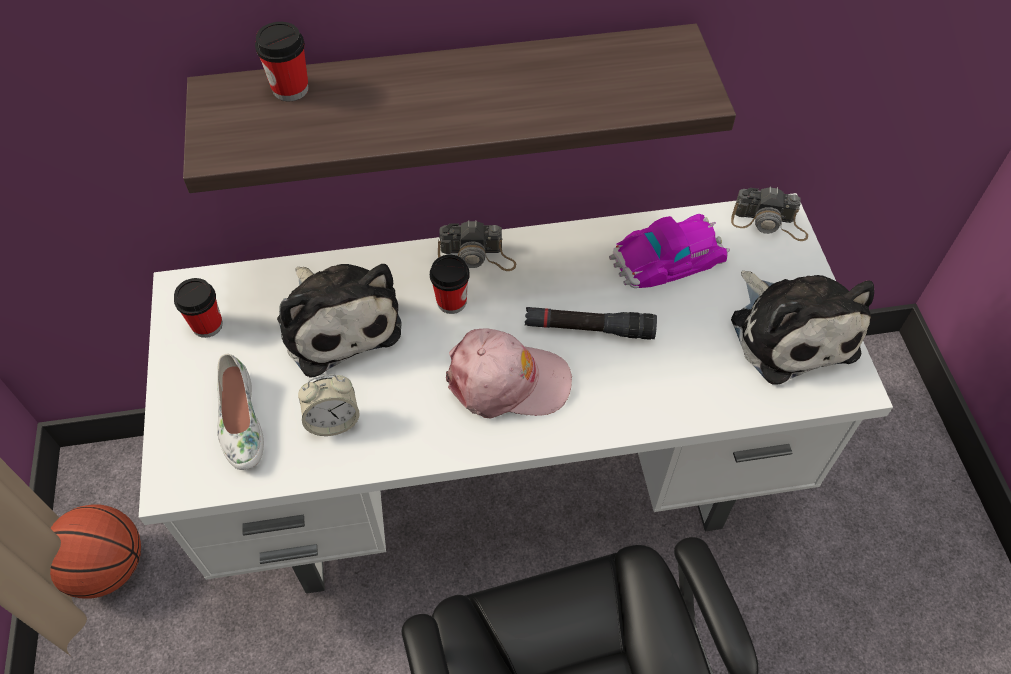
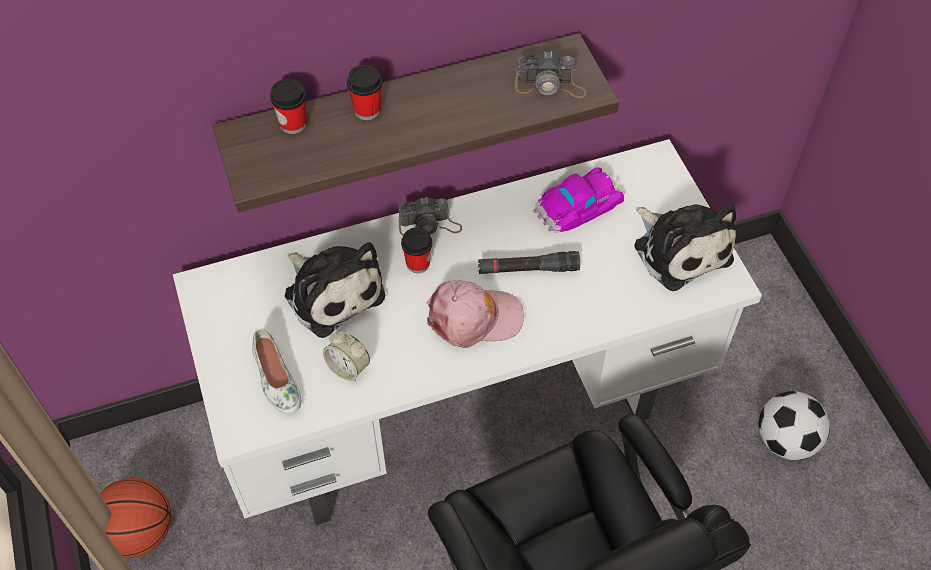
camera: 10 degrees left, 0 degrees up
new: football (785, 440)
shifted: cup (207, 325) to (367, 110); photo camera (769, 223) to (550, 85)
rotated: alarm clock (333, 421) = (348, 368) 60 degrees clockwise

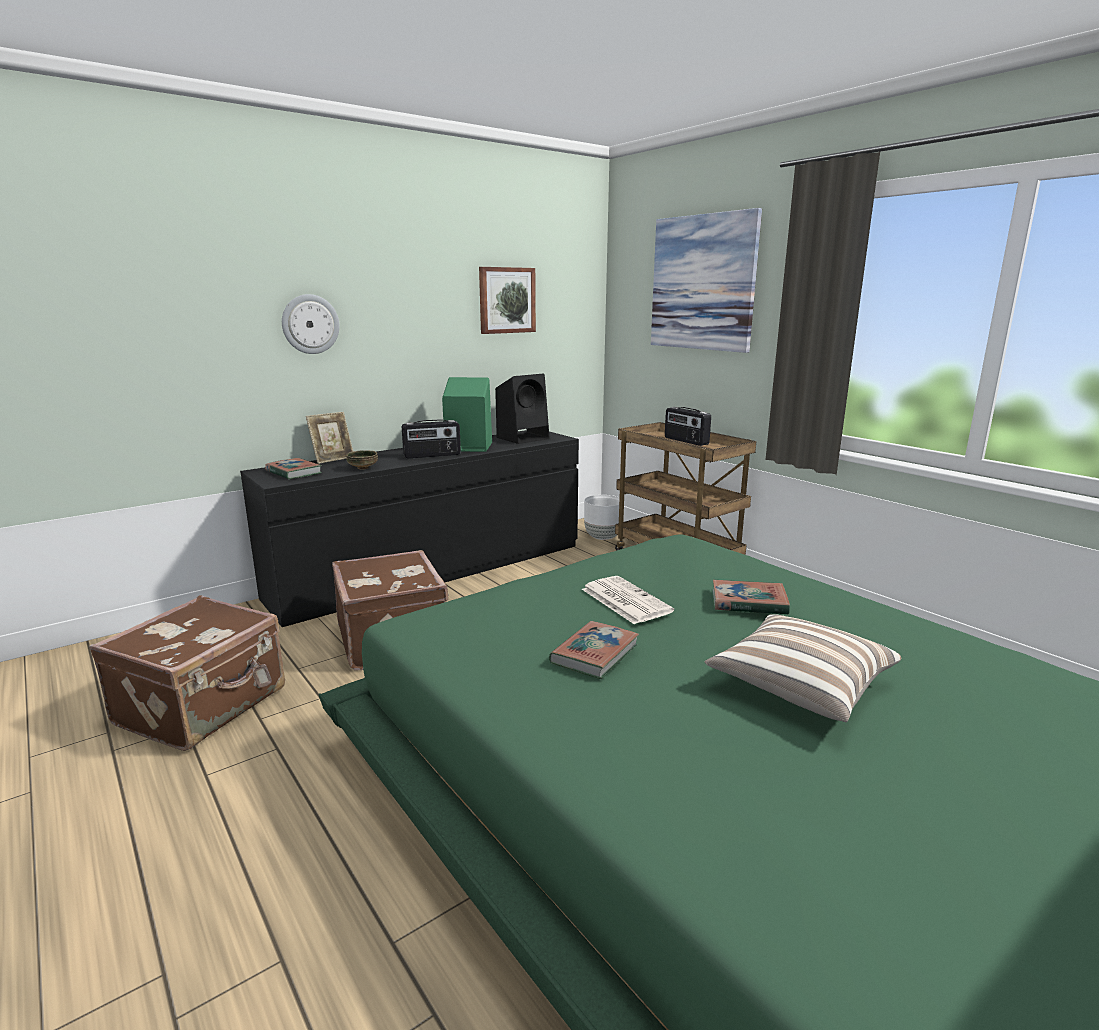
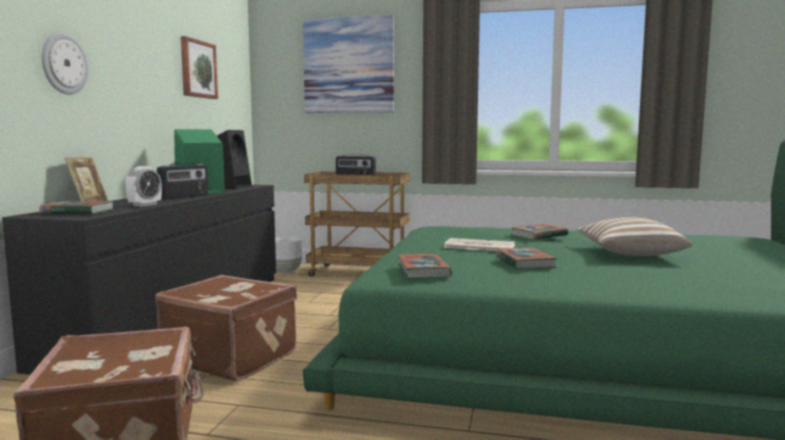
camera: 40 degrees left, 10 degrees down
new: book (423, 271)
swapped: bowl (363, 468) to alarm clock (145, 205)

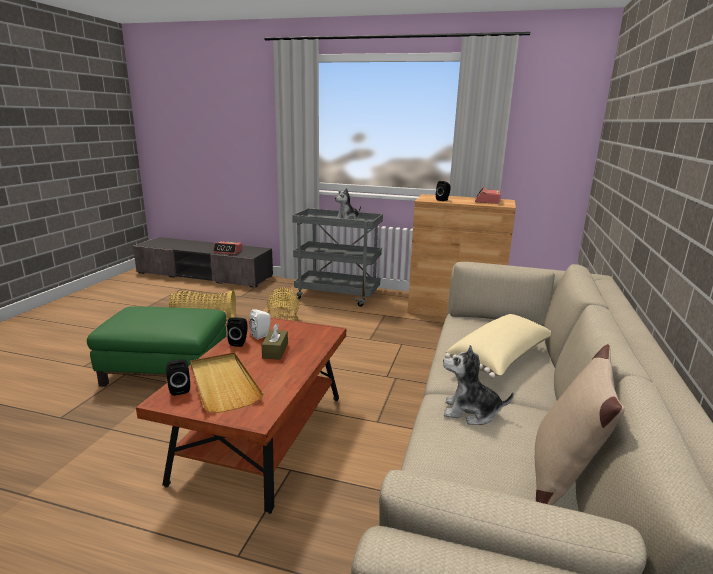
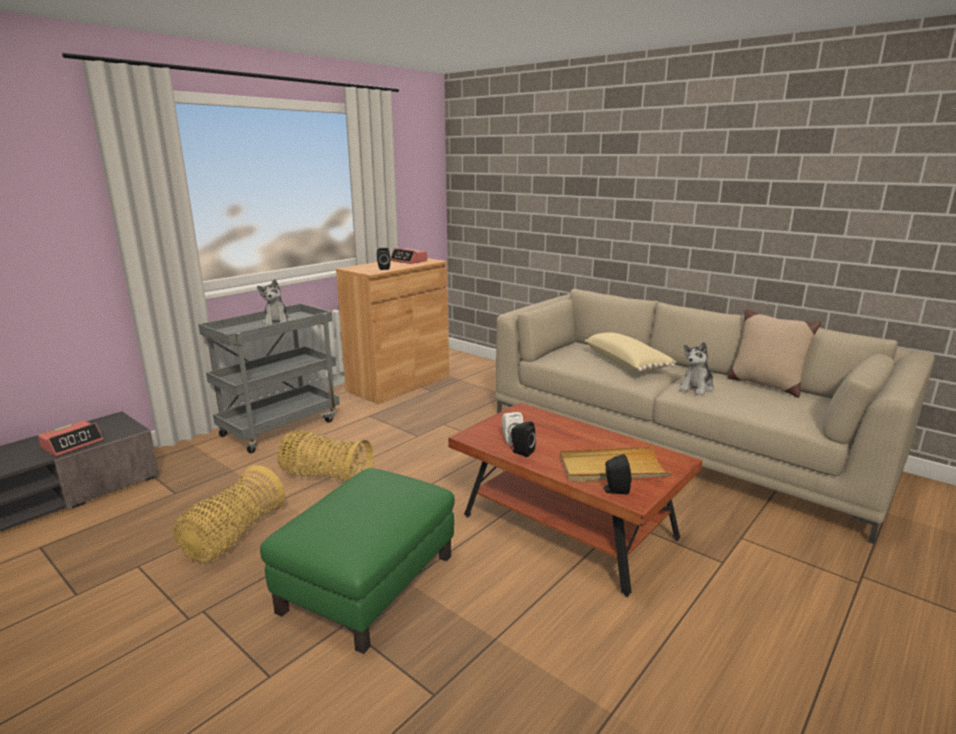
camera: 65 degrees left, 0 degrees up
gone: brown tissue box (275, 351)

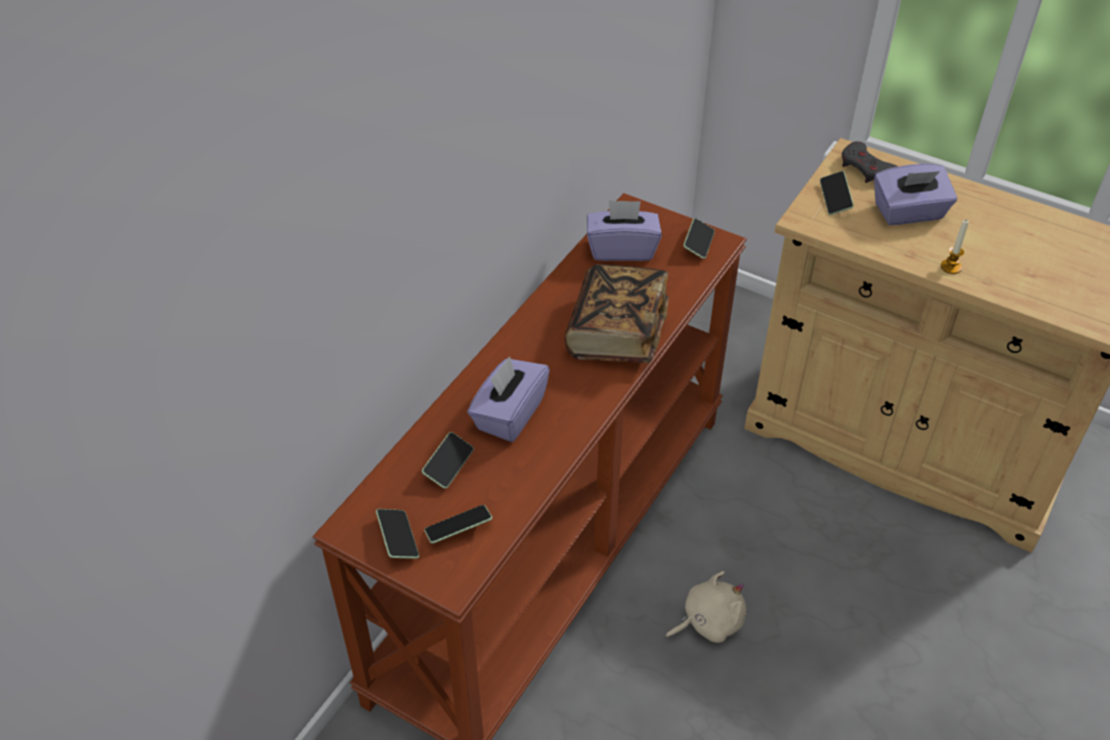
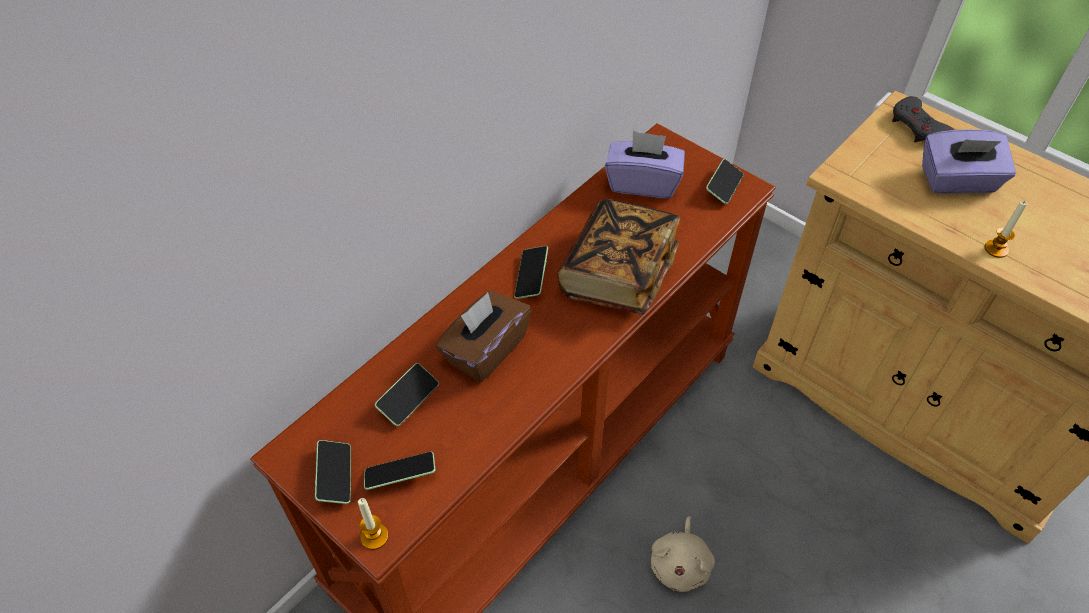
camera: 10 degrees right, 5 degrees up
new: candle (374, 536)
shifted: phone (835, 199) to (531, 278)
repainted: purple tissue box (509, 414) to brown tissue box (485, 350)
rotated: beige plush toy (708, 622) = (680, 564) 120 degrees clockwise

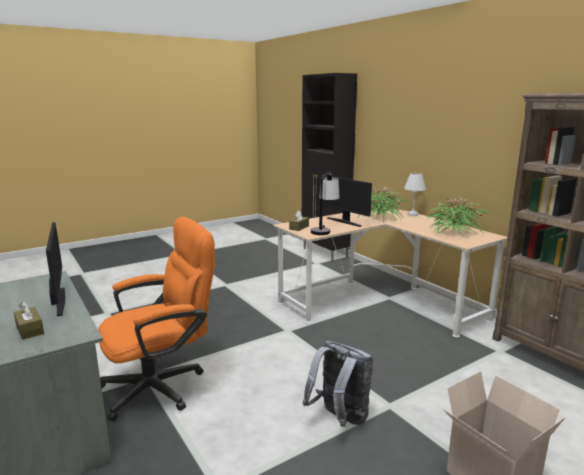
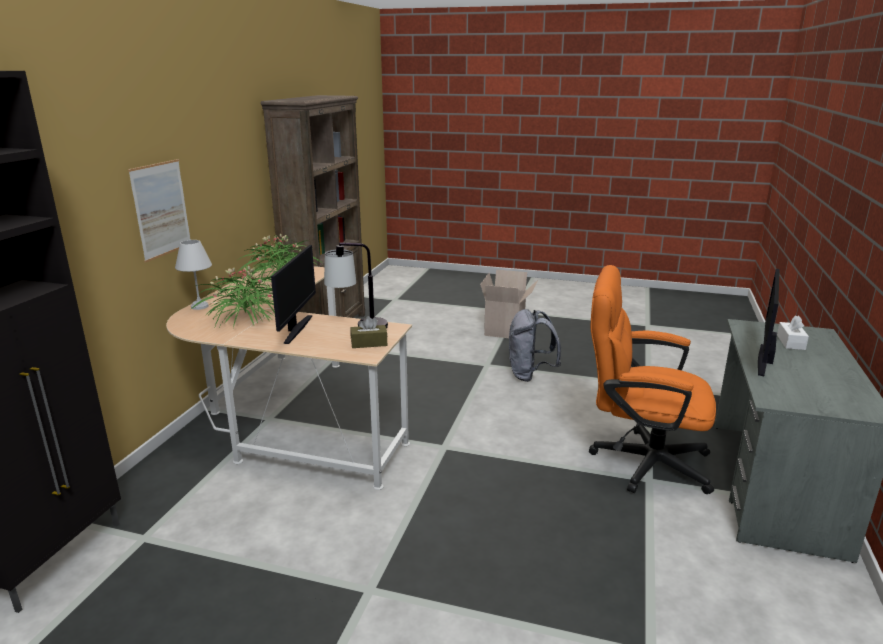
camera: 130 degrees left, 5 degrees up
new: picture (161, 209)
repainted: brown tissue box (30, 329) to white tissue box (790, 342)

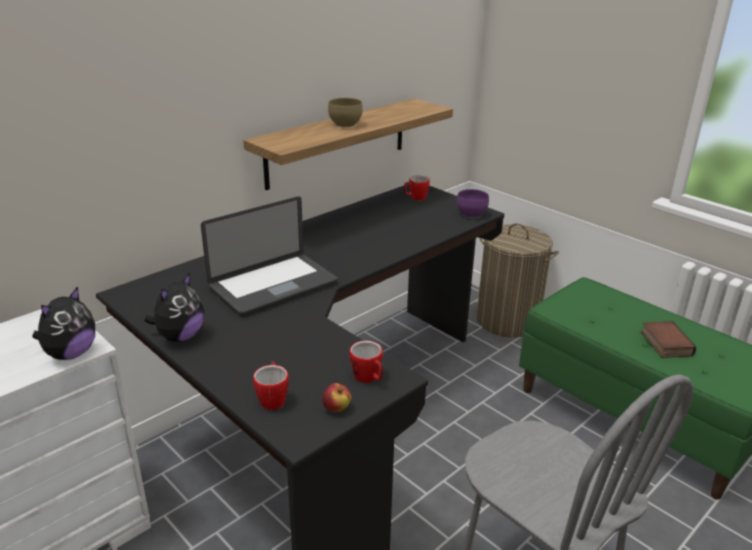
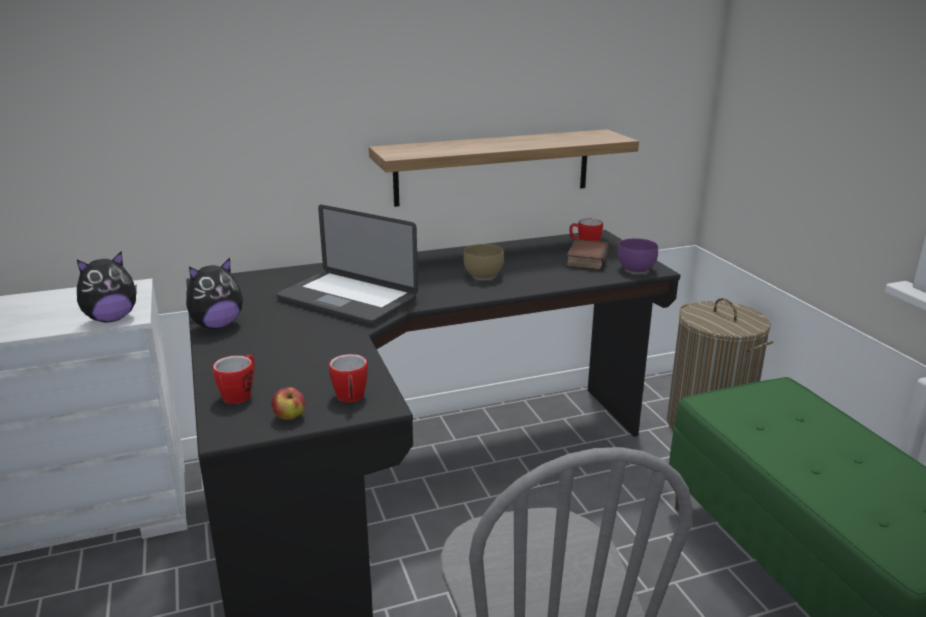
camera: 25 degrees right, 5 degrees down
shifted: brown bowl (346, 125) to (483, 276); book (664, 343) to (586, 260)
rotated: laptop (274, 286) = (347, 300) 45 degrees clockwise

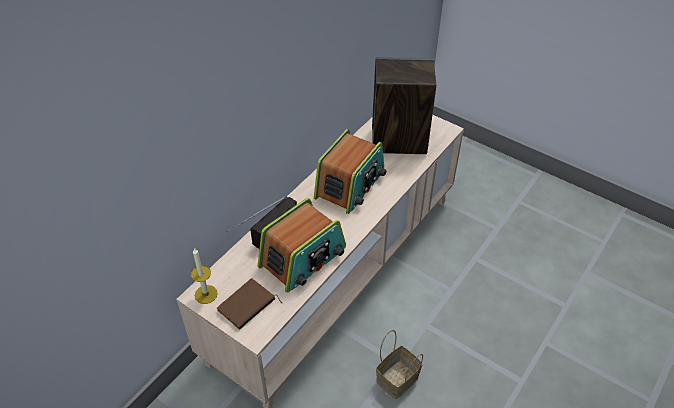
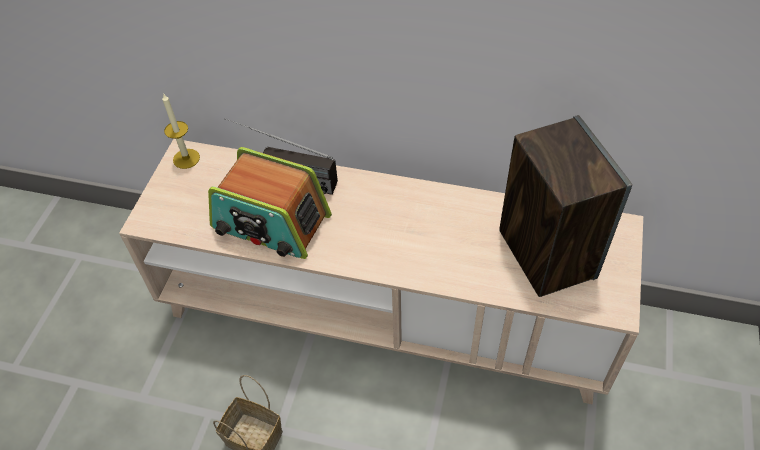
camera: 70 degrees right, 5 degrees up
gone: brown book (247, 306); radio (350, 184)

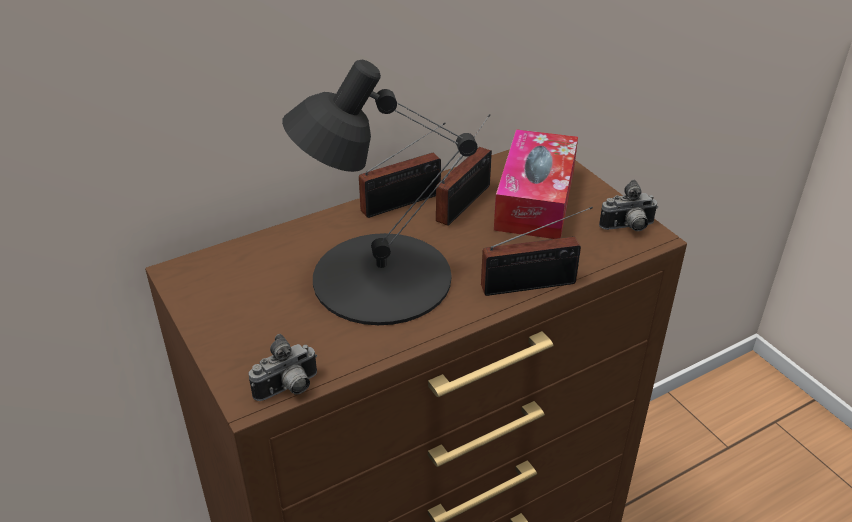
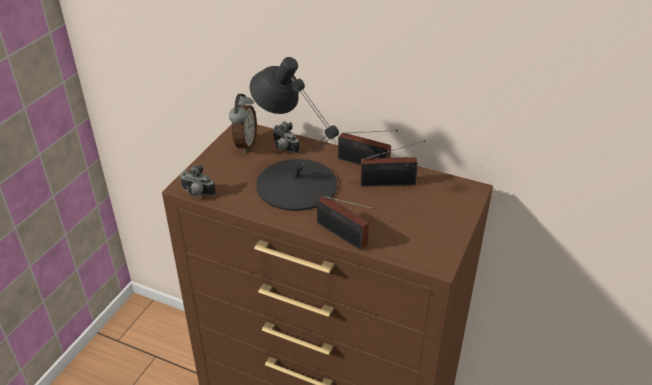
camera: 55 degrees right, 0 degrees up
gone: tissue box (535, 199)
new: alarm clock (245, 145)
shifted: photo camera (628, 228) to (283, 148)

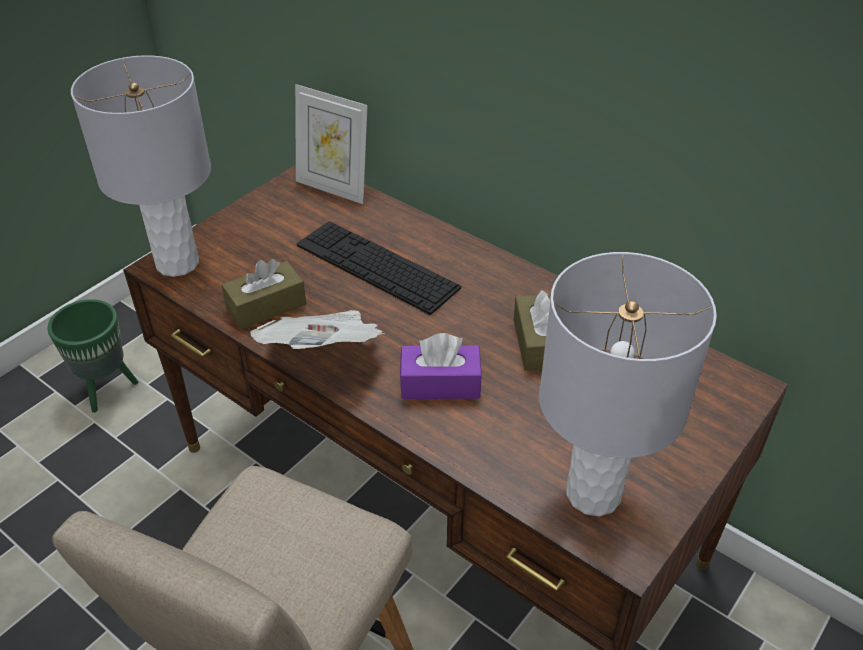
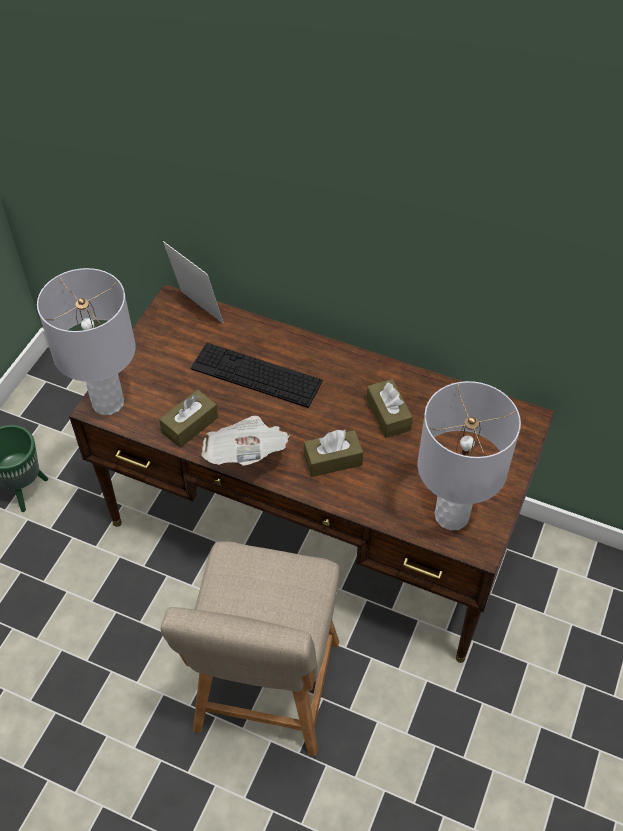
camera: 15 degrees left, 10 degrees up
repainted: purple tissue box (440, 384) to brown tissue box (333, 460)
rotated: picture frame (333, 188) = (197, 310) 150 degrees counterclockwise

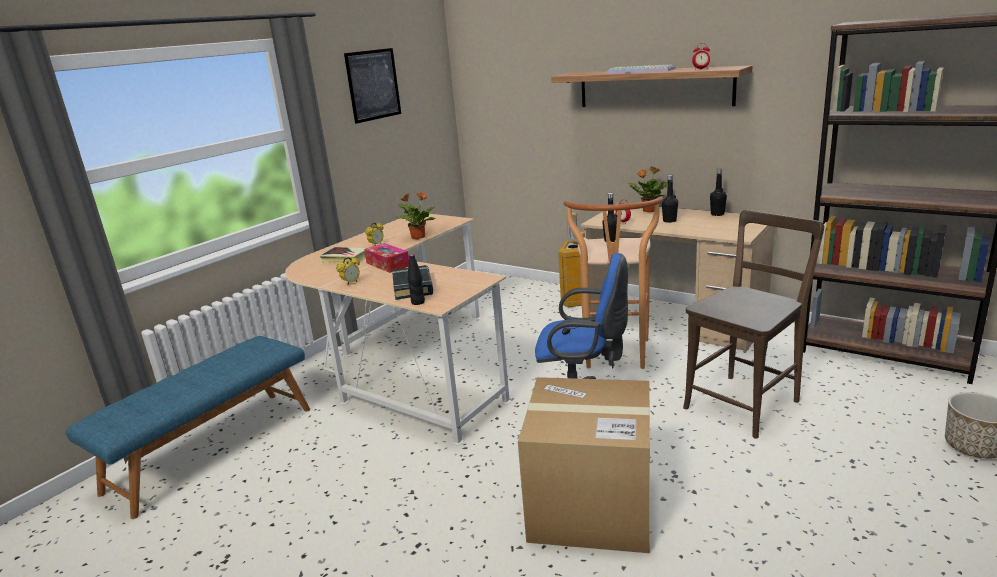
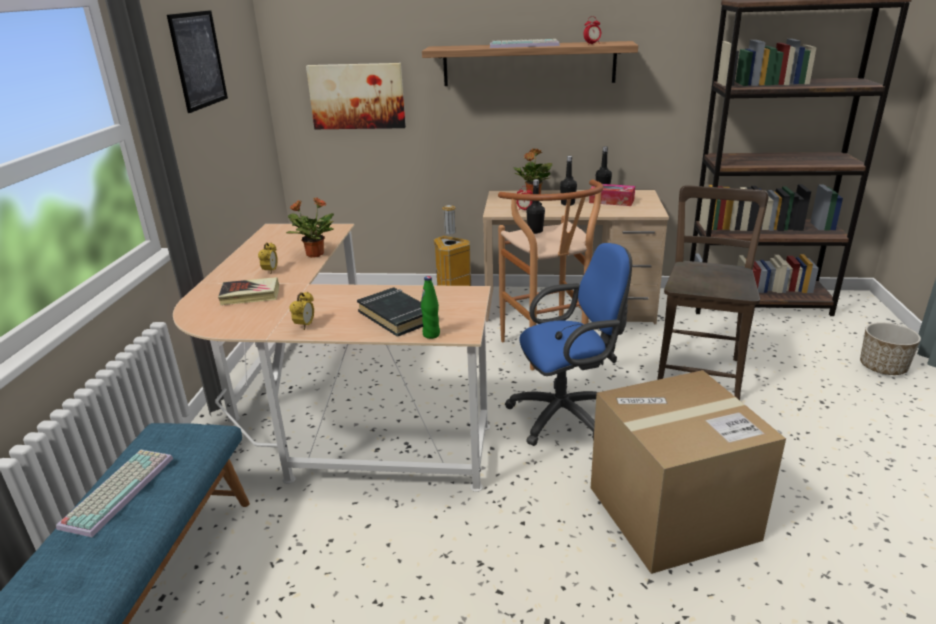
camera: 30 degrees left, 5 degrees up
new: keyboard (118, 490); picture (357, 96)
shifted: tissue box (388, 264) to (611, 201)
repainted: black bottle (418, 302) to green bottle (431, 335)

